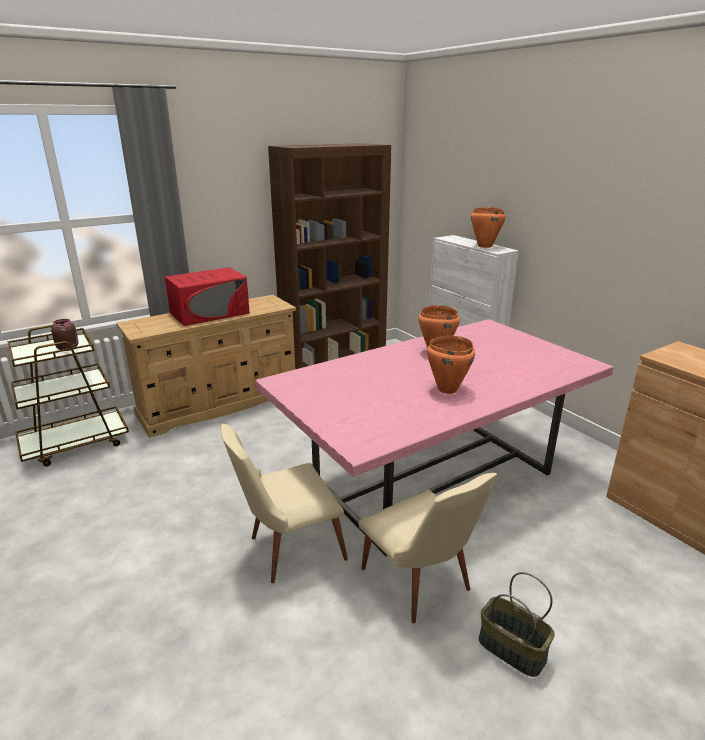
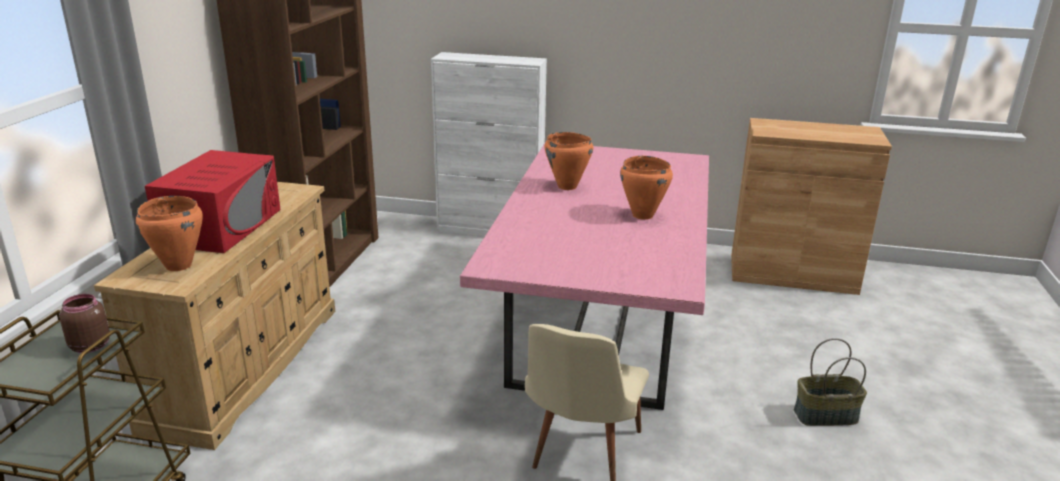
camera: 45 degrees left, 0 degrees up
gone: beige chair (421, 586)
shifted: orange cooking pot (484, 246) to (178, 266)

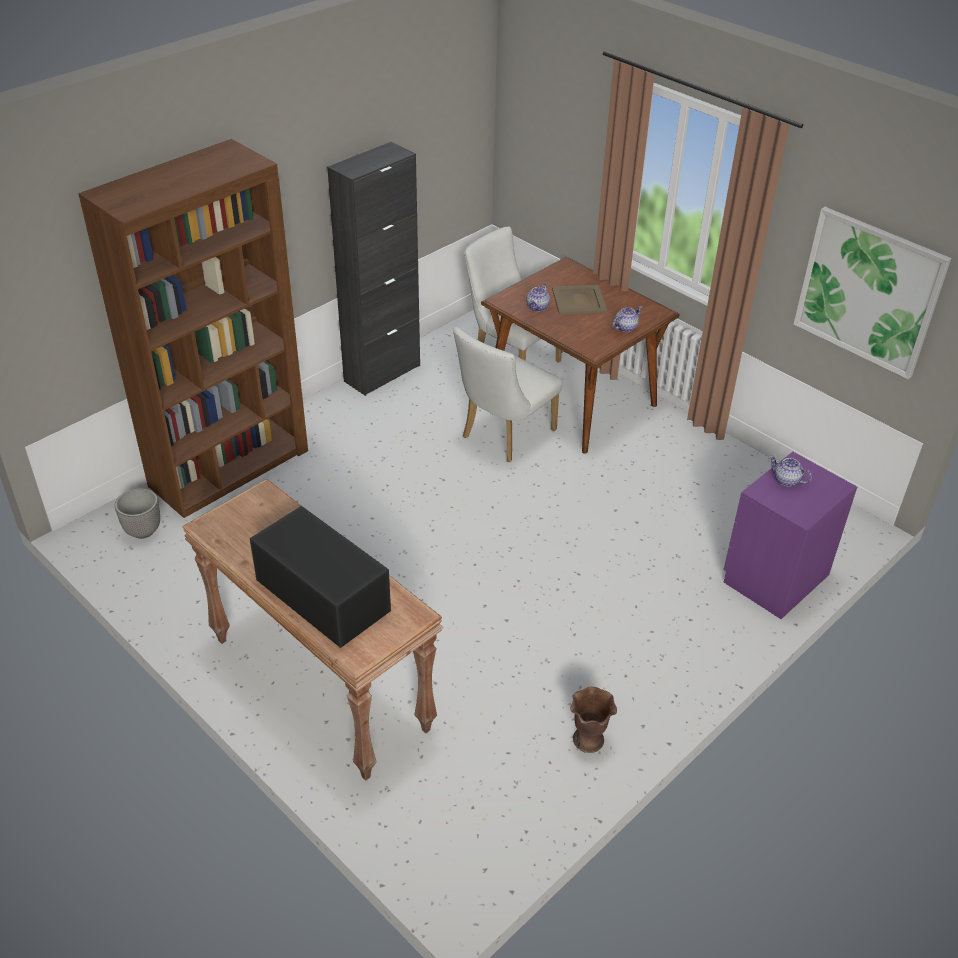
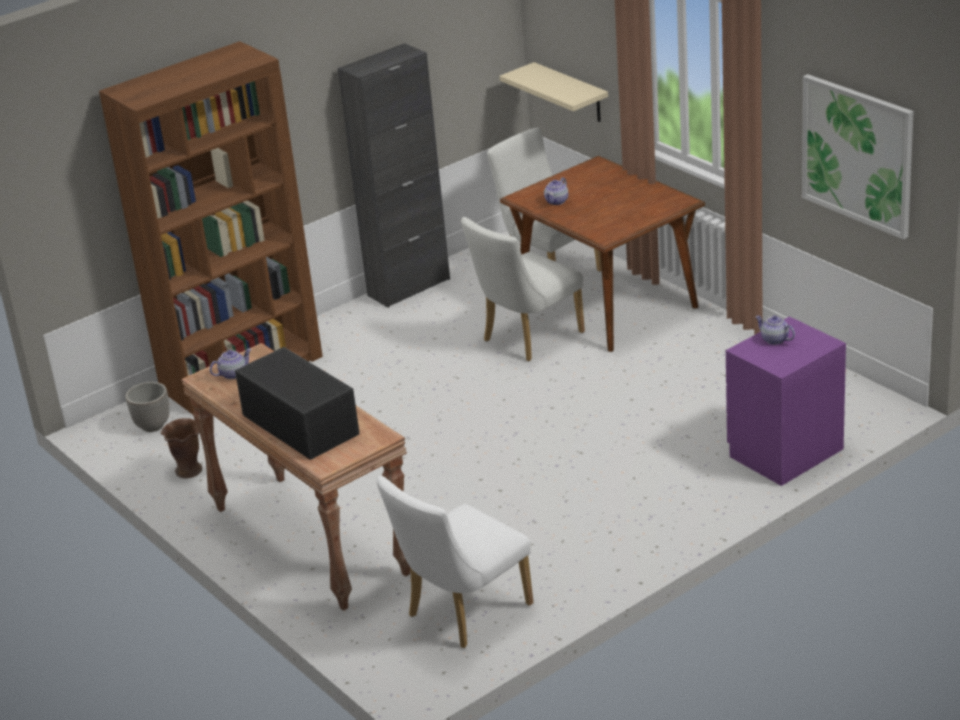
camera: 10 degrees right, 10 degrees down
gone: beige tray (579, 300)
new: white chair (462, 614); beige shelf (571, 93)
shifted: brown vase (588, 740) to (188, 470); teapot (625, 327) to (233, 374)

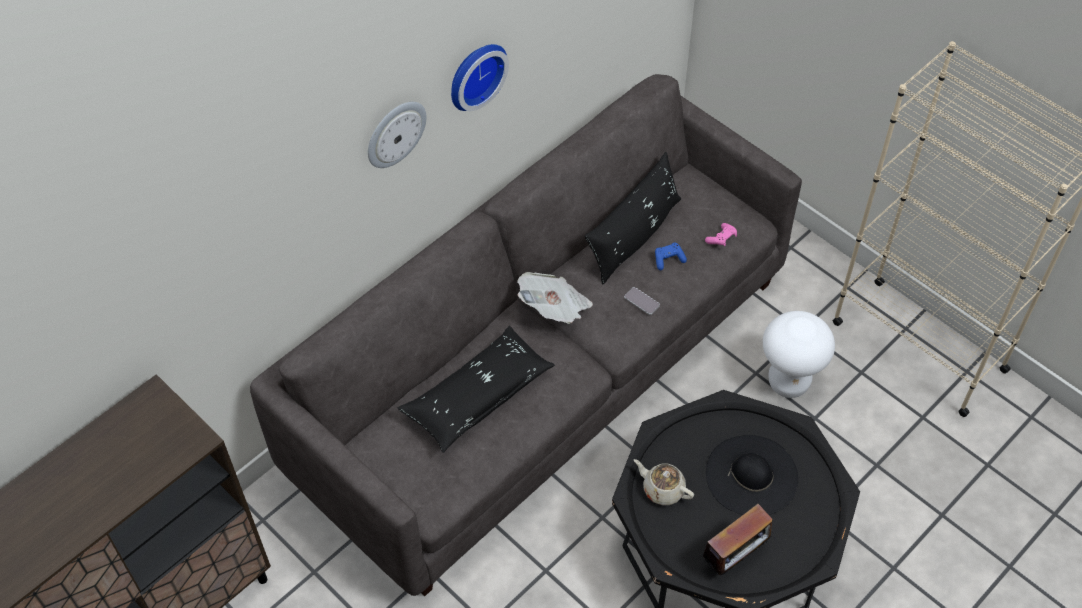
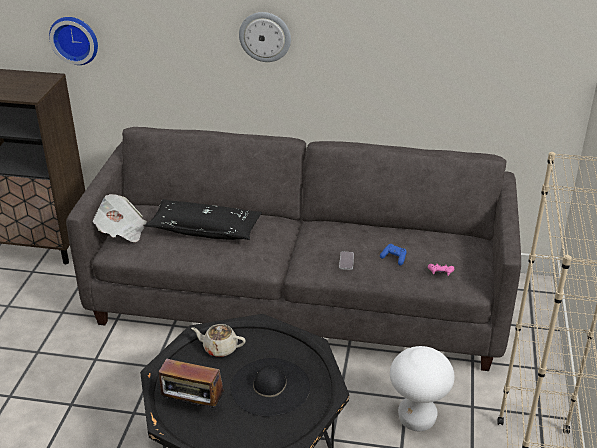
camera: 55 degrees right, 20 degrees down
gone: black pillow (634, 236)
shifted: wall clock (474, 74) to (75, 39); newspaper (555, 308) to (119, 230)
rotated: beige teapot (662, 489) = (219, 348) 75 degrees counterclockwise

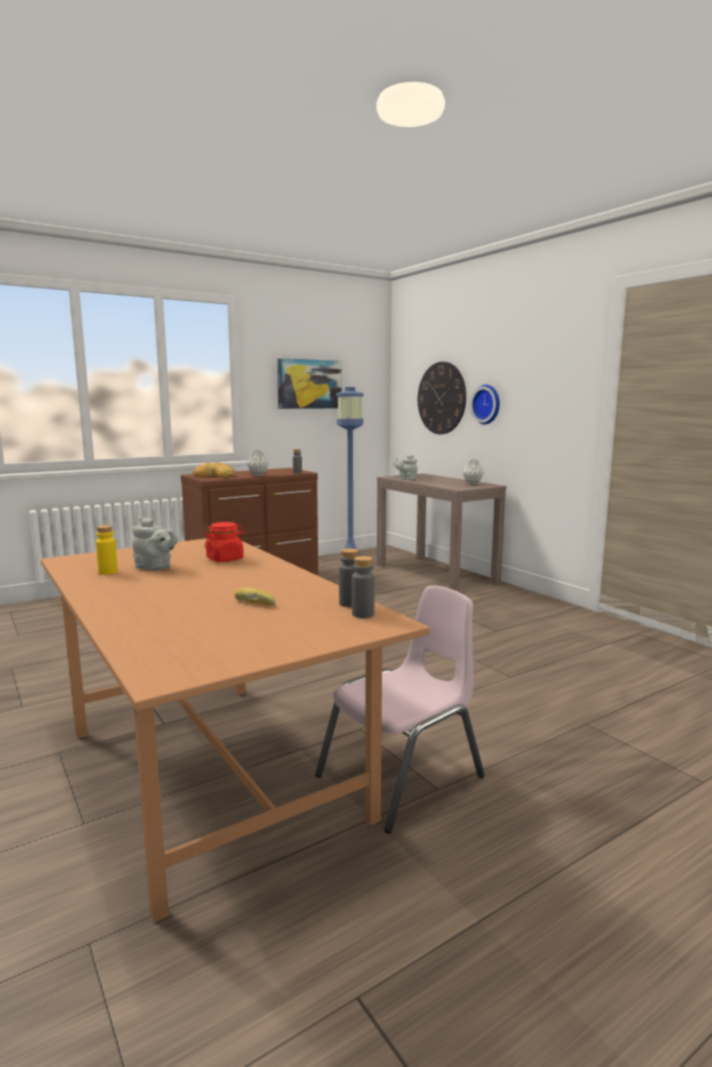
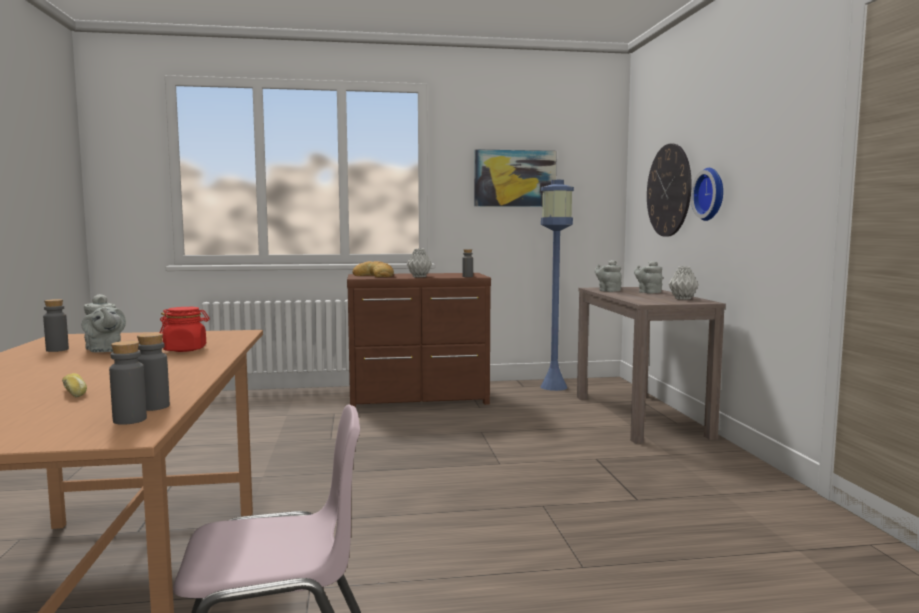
camera: 25 degrees right, 5 degrees down
new: grey teapot (648, 292)
repainted: yellow bottle (108, 572) to grey bottle (57, 350)

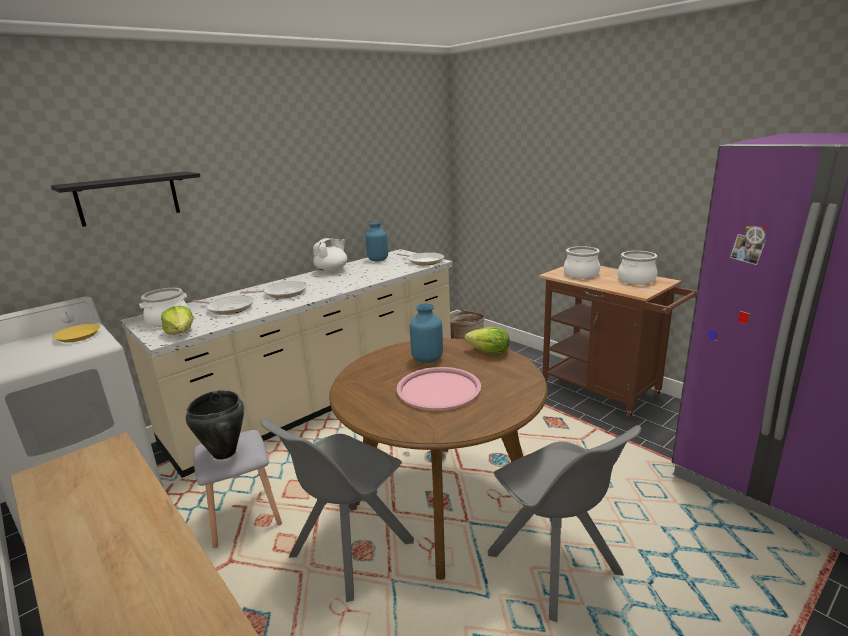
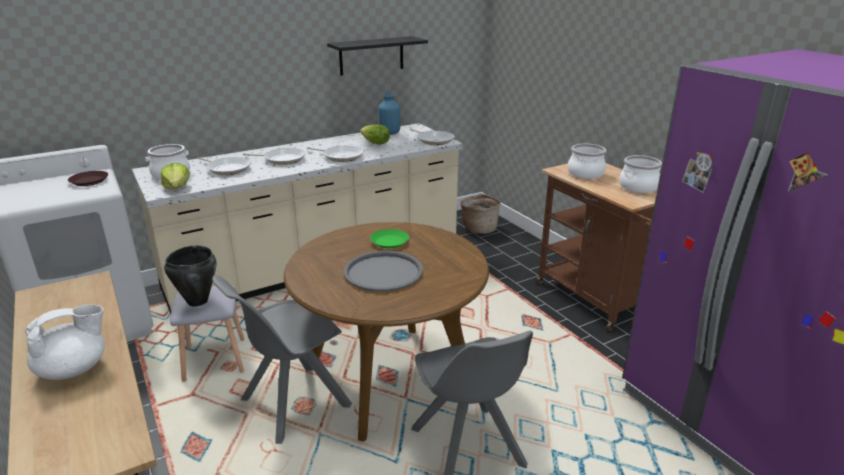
camera: 10 degrees right, 5 degrees up
new: frying pan (341, 156)
shifted: black shelf (128, 198) to (371, 55); white teapot (332, 270) to (75, 369); lettuce (489, 352) to (375, 143)
swapped: blue vase (427, 359) to green plate (389, 242)
repainted: yellow plate (78, 336) to brown plate (89, 181); pink tray (438, 389) to grey tray (383, 272)

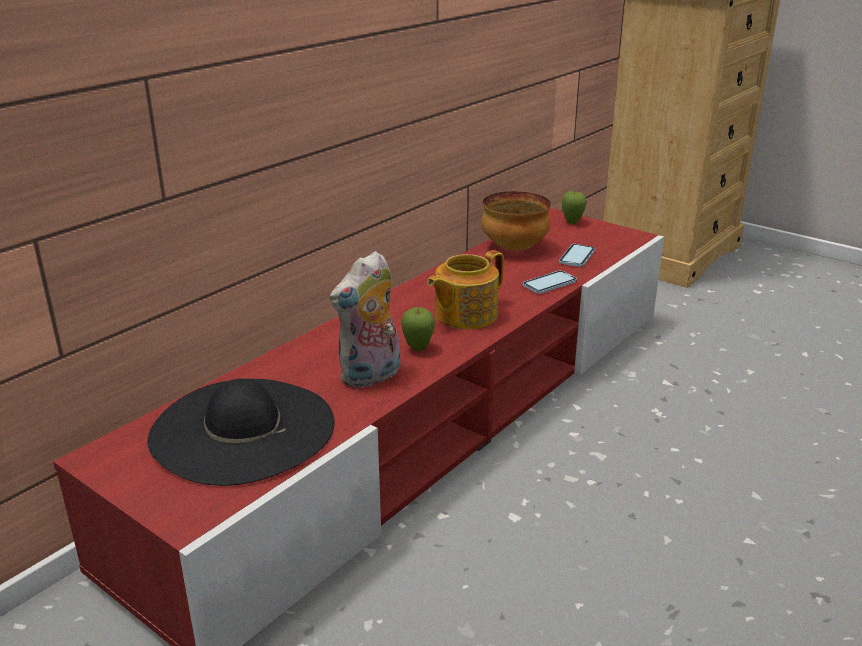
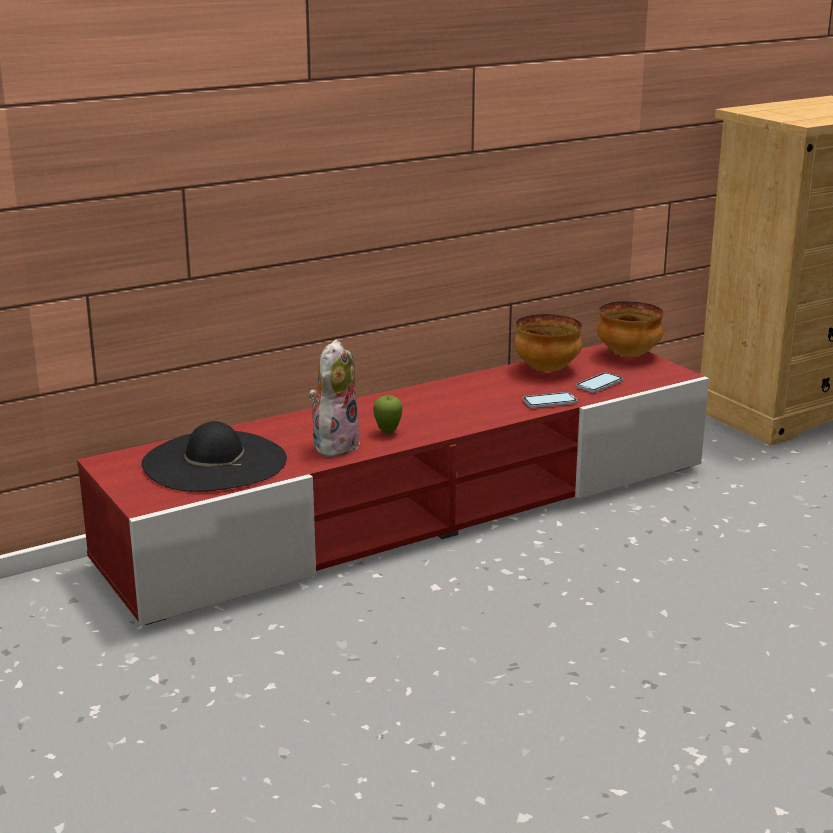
camera: 20 degrees right, 5 degrees down
gone: teapot (464, 315)
swapped: apple (572, 222) to bowl (627, 355)
rotated: plush toy (371, 376) = (334, 445) 135 degrees clockwise

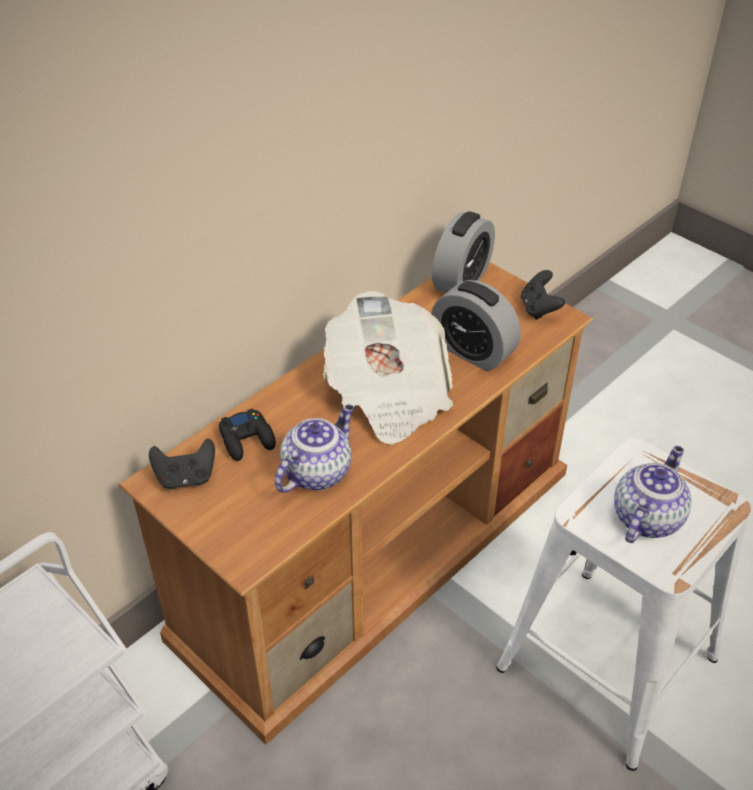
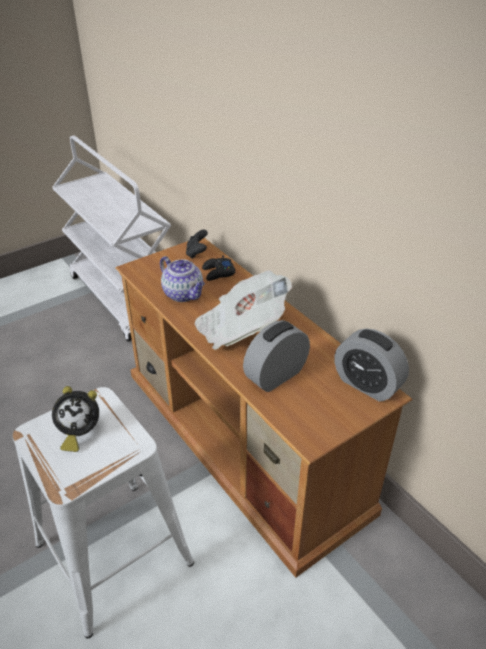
camera: 100 degrees right, 5 degrees down
gone: black game controller (539, 309)
swapped: teapot (646, 517) to alarm clock (79, 433)

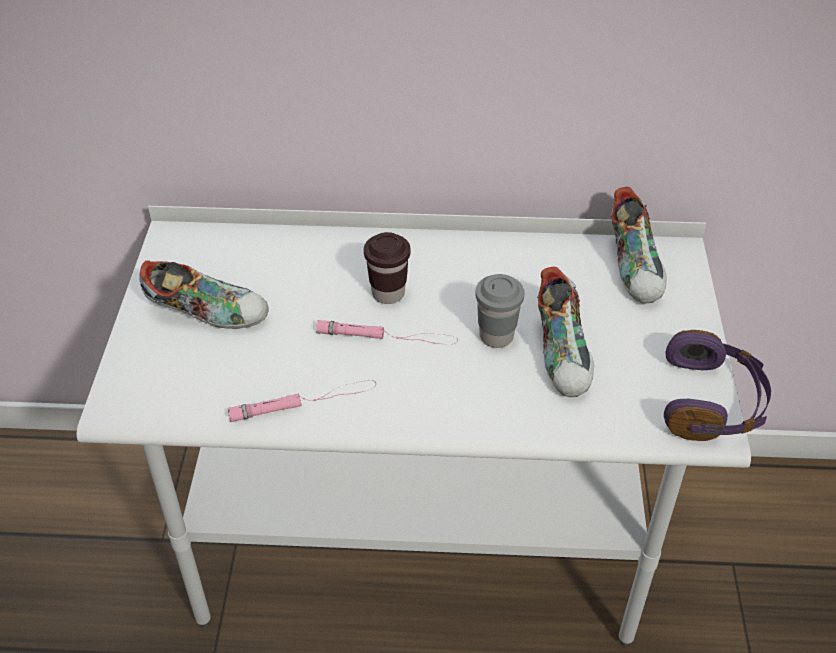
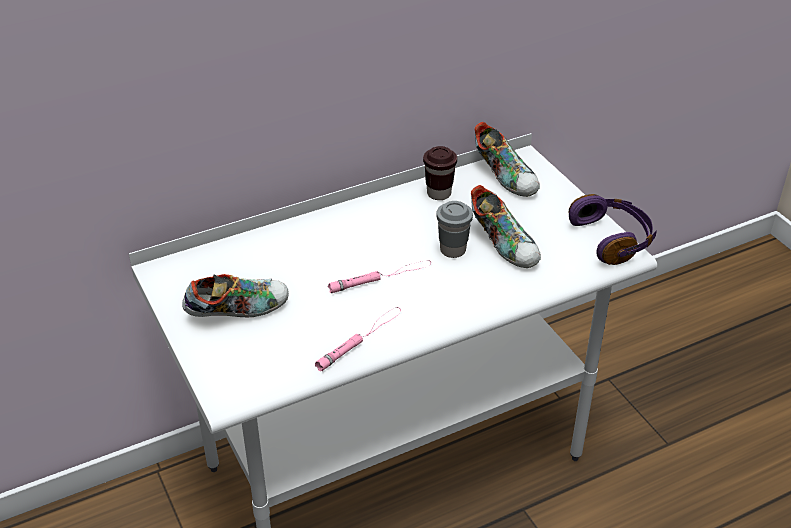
camera: 30 degrees left, 5 degrees down
shifted: brown cup (388, 293) to (439, 193)

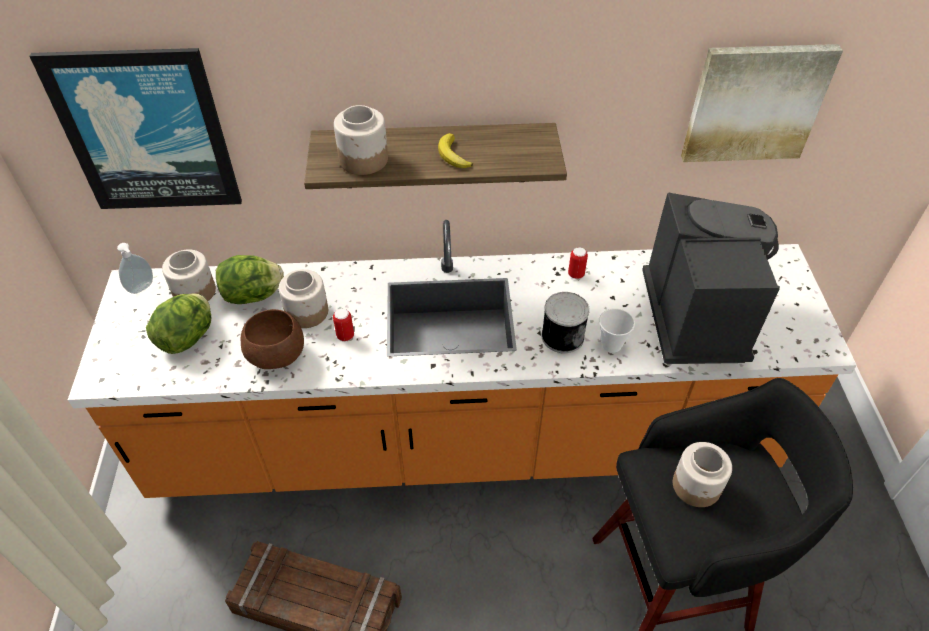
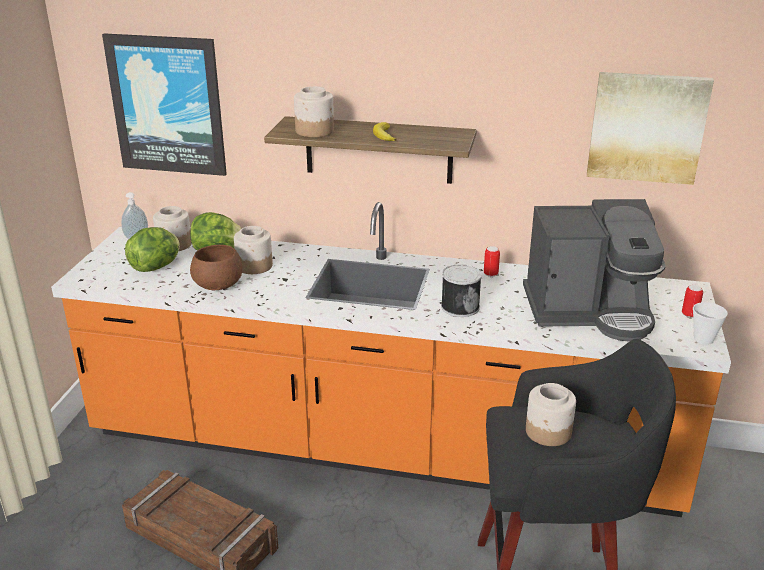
camera: 15 degrees right, 20 degrees down
shifted: can (345, 336) to (689, 314); cup (611, 344) to (703, 339)
rotated: coffee machine (697, 315) = (589, 311) 75 degrees clockwise

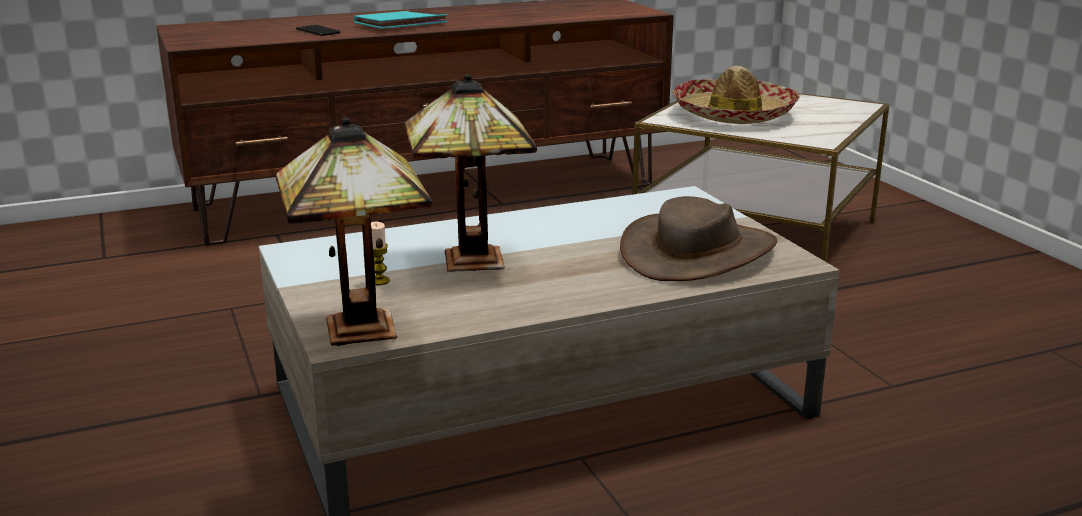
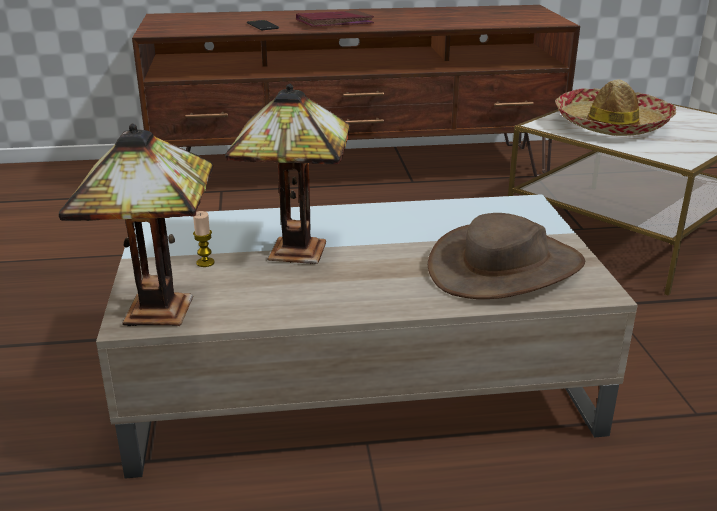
camera: 15 degrees right, 5 degrees up
repainted: turquoise book (401, 24) to red book (334, 23)

